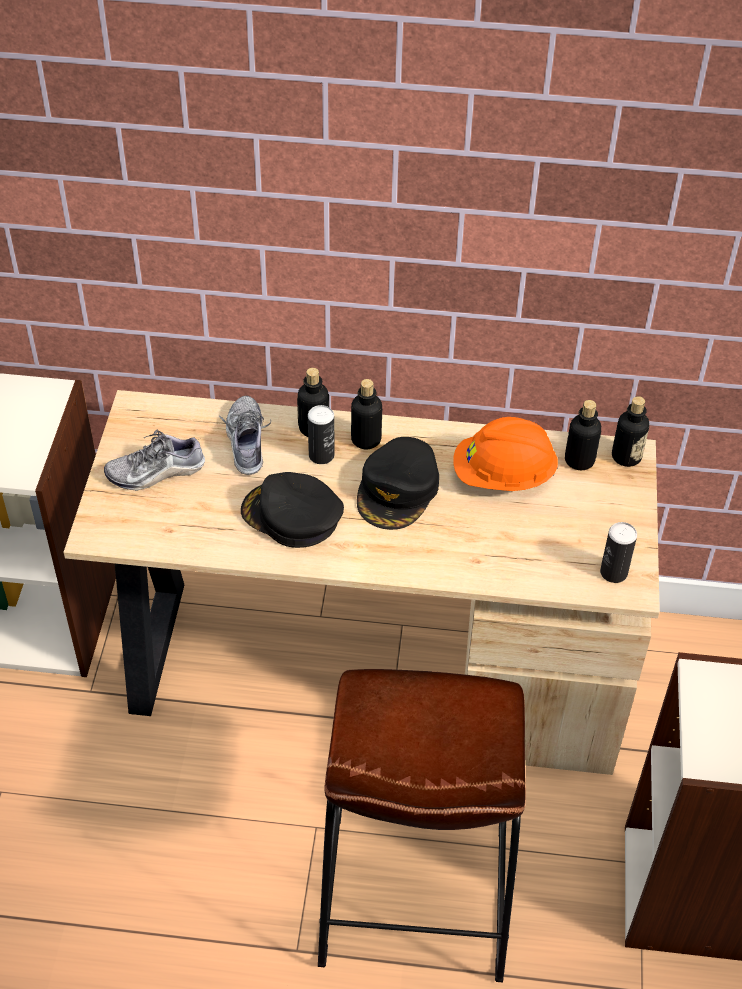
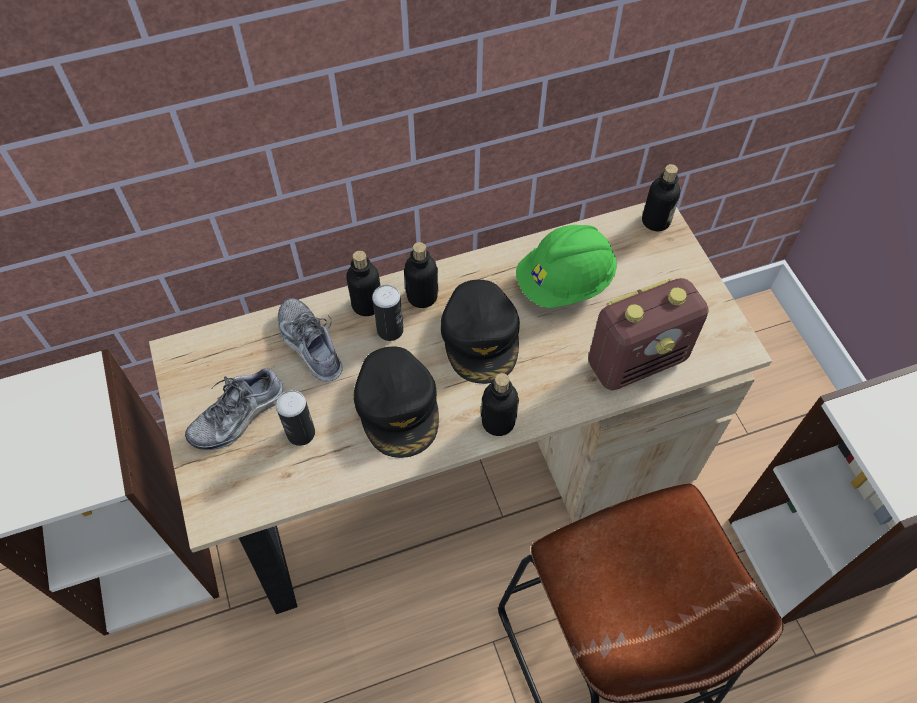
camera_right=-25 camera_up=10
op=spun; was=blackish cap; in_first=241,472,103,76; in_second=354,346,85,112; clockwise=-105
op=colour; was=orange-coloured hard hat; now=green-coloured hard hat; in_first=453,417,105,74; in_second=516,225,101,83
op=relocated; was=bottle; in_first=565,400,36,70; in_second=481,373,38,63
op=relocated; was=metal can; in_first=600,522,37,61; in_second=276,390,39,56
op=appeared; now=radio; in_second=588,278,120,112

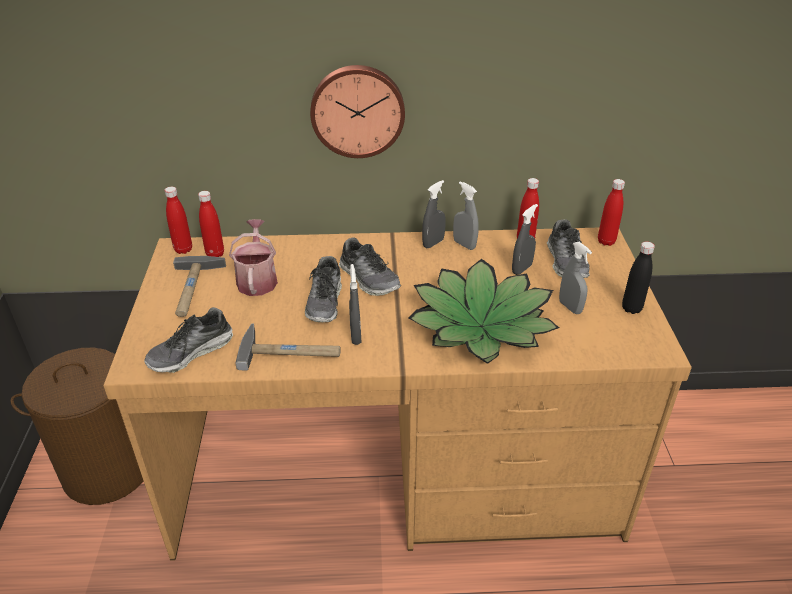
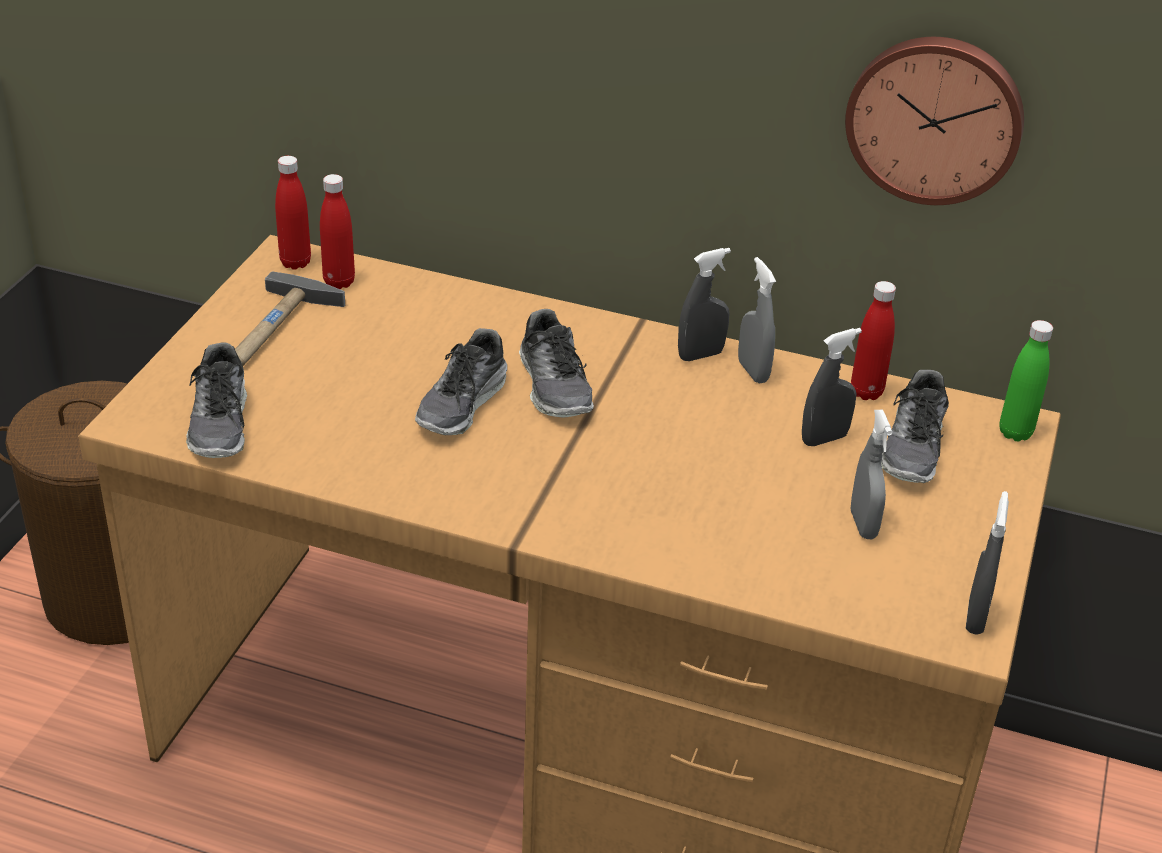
camera_right=20 camera_up=0
op=spun; was=shoe; in_first=144,307,89,66; in_second=186,343,61,115; clockwise=-75
op=missing; was=watering pot; in_first=229,219,49,77
op=missing; was=hand hammer; in_first=235,323,106,48
op=relocated; was=hanging clock; in_first=310,65,95,93; in_second=845,37,179,168
op=relocated; was=grey sprayer; in_first=349,264,12,81; in_second=966,491,43,144
op=missing; was=potted plant; in_first=408,259,151,105
op=colour; was=red bottle; now=green-coloured bottle; in_first=598,179,27,67; in_second=1000,320,53,121
op=missing; was=blackish bottle; in_first=622,241,33,73

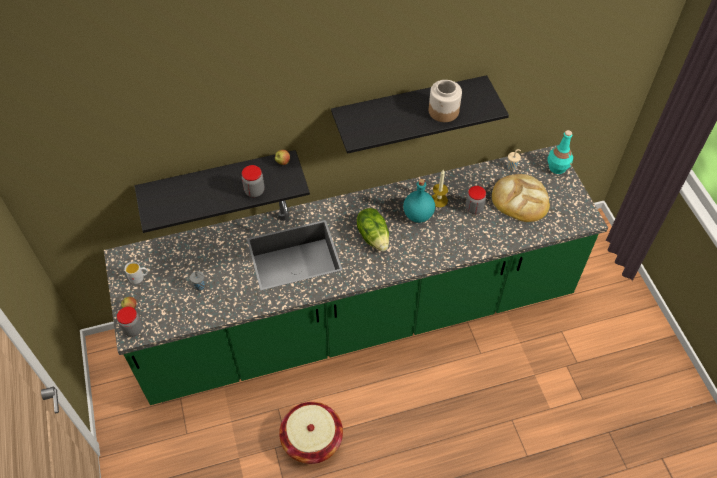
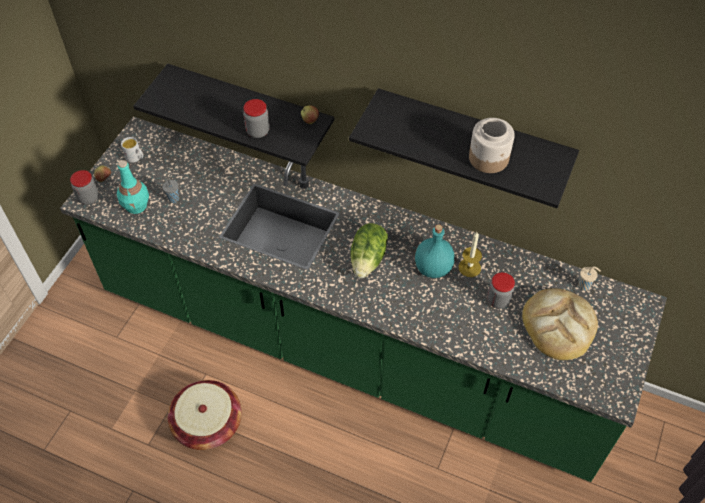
camera_right=40 camera_up=0
op=relocated; was=turquoise bottle; in_first=548,130,25,44; in_second=117,160,32,54

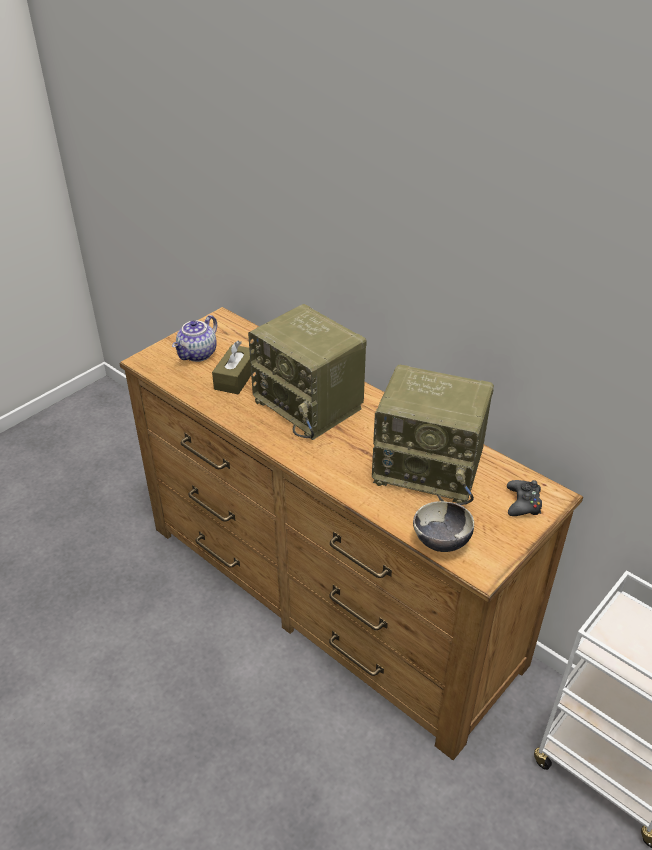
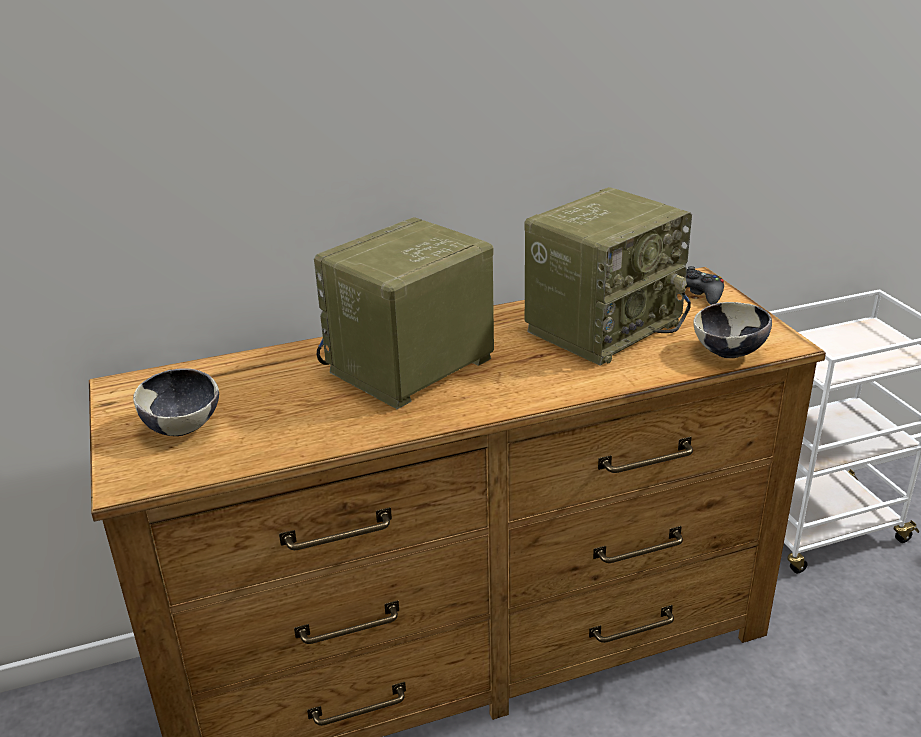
camera_right=-60 camera_up=-10
op=exchanged; was=pot for tea; now=deep dish; in_first=172,315,45,47; in_second=133,368,86,68
op=missing; was=brown-coloured box of tissues; in_first=212,341,42,54
op=spun; was=radio; in_first=248,304,119,136; in_second=314,217,180,192; clockwise=150

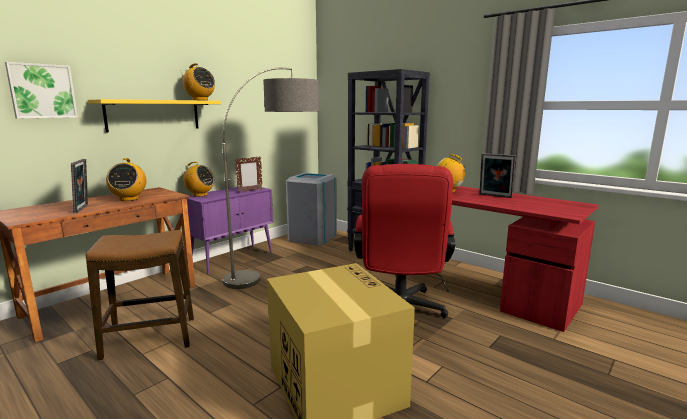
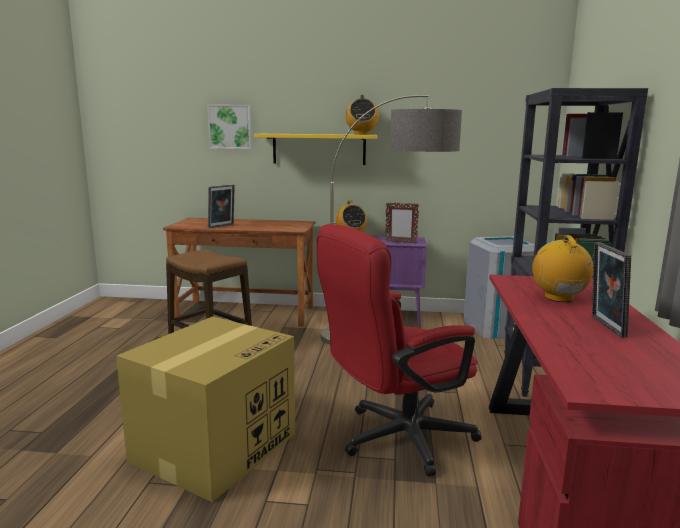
camera_right=55 camera_up=0
op=missing; was=radio; in_first=106,158,40,43

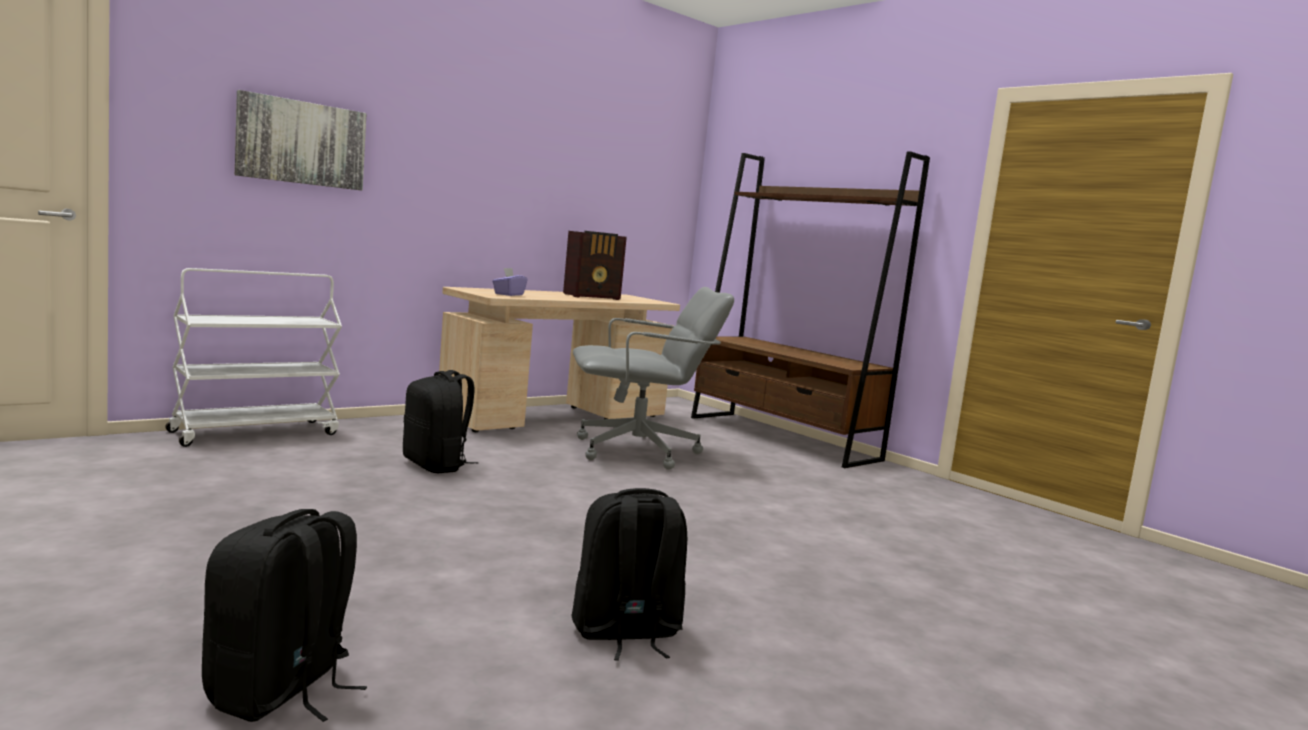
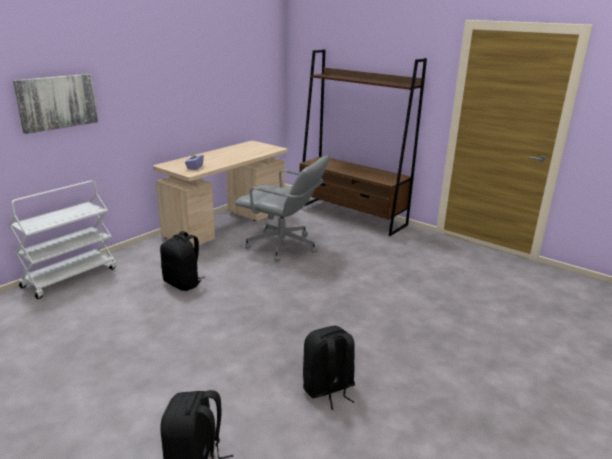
camera_right=-10 camera_up=15
op=missing; was=radio; in_first=563,231,64,69
op=spun; was=grey office chair; in_first=573,287,161,183; in_second=235,155,94,107; clockwise=45

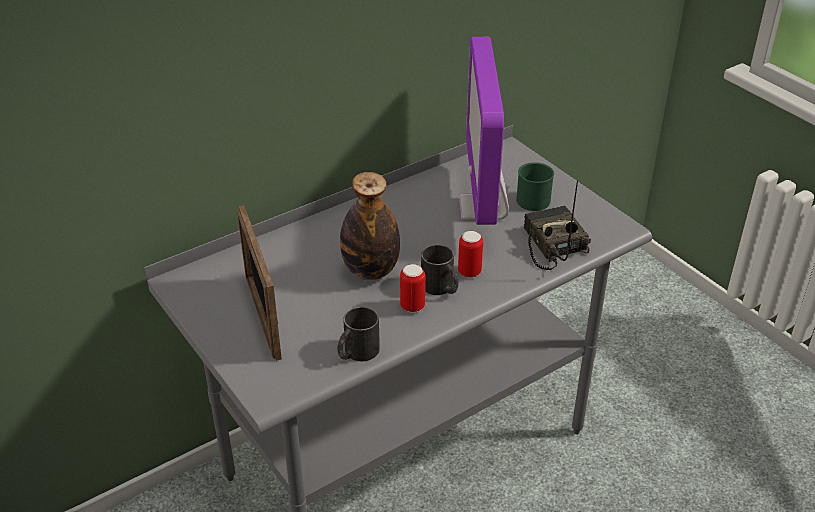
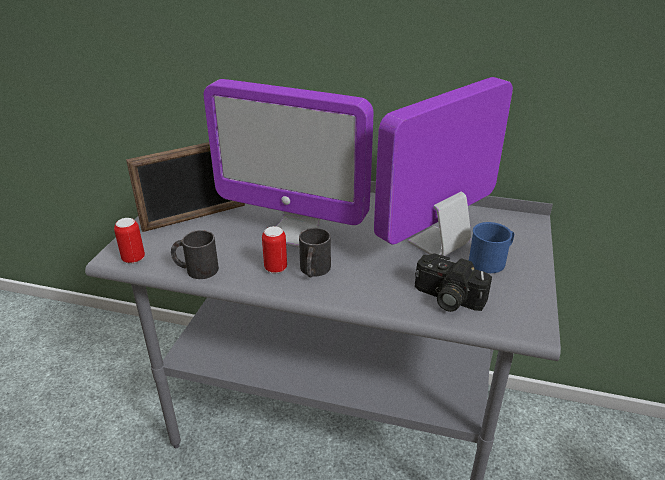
camera_right=50 camera_up=-5
op=spun; was=picture frame; in_first=237,205,45,156; in_second=126,142,119,90; clockwise=-150
op=exchanged; was=bottle; now=computer screen; in_first=340,172,60,108; in_second=204,79,169,169
op=relocated; was=metal can; in_first=458,231,25,47; in_second=114,218,31,46
op=colour; was=green-coloured tea mug; now=blue-coloured tea mug; in_first=516,162,38,49; in_second=469,222,45,51
op=exchanged; was=radio; now=photo camera; in_first=524,181,67,89; in_second=415,253,77,59

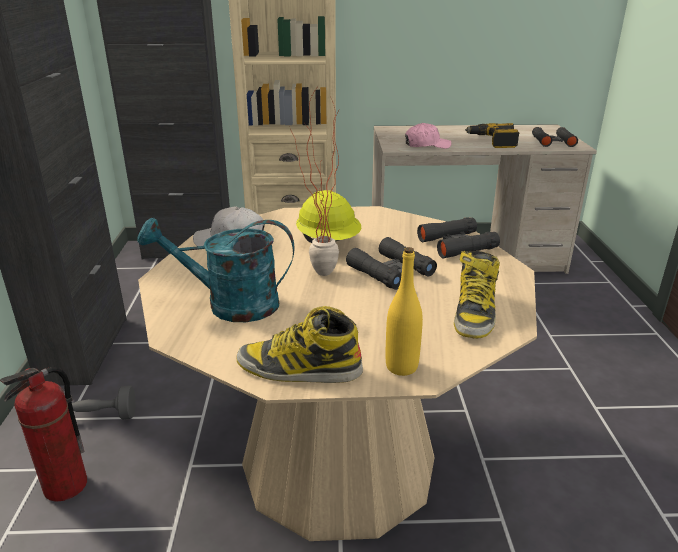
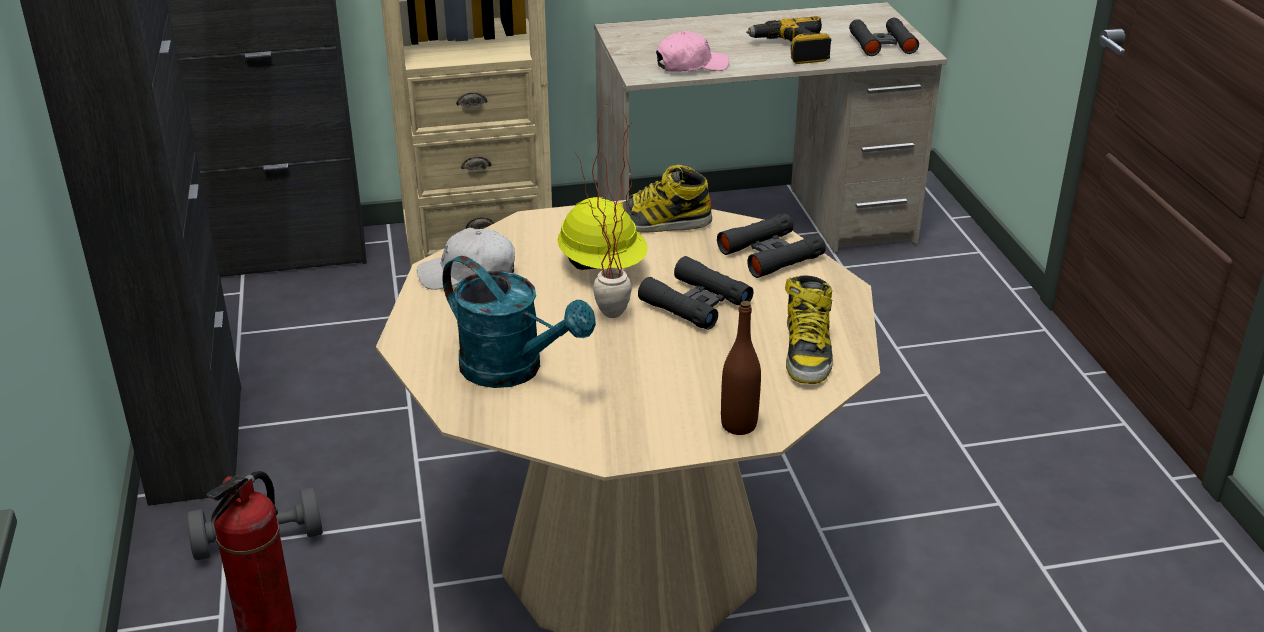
camera_right=-10 camera_up=5
op=spun; was=turquoise watering pot; in_first=137,217,158,105; in_second=442,256,154,132; clockwise=-135
op=relocated; was=tall boot; in_first=236,306,127,77; in_second=617,165,95,68
op=colour; was=yellowish bottle; now=brown-coloured bottle; in_first=386,247,37,129; in_second=721,301,40,134

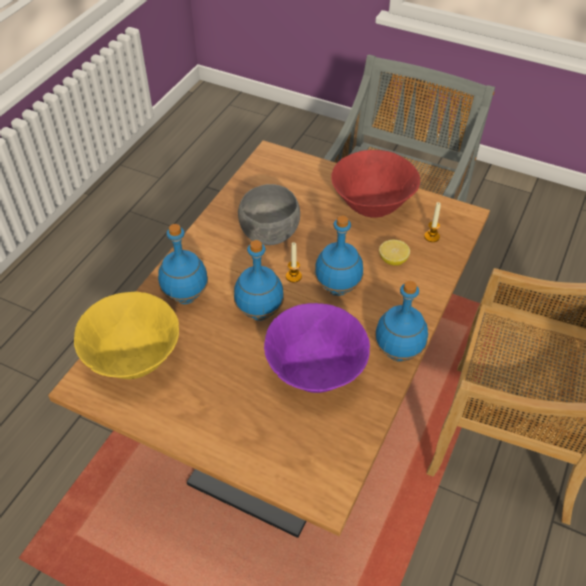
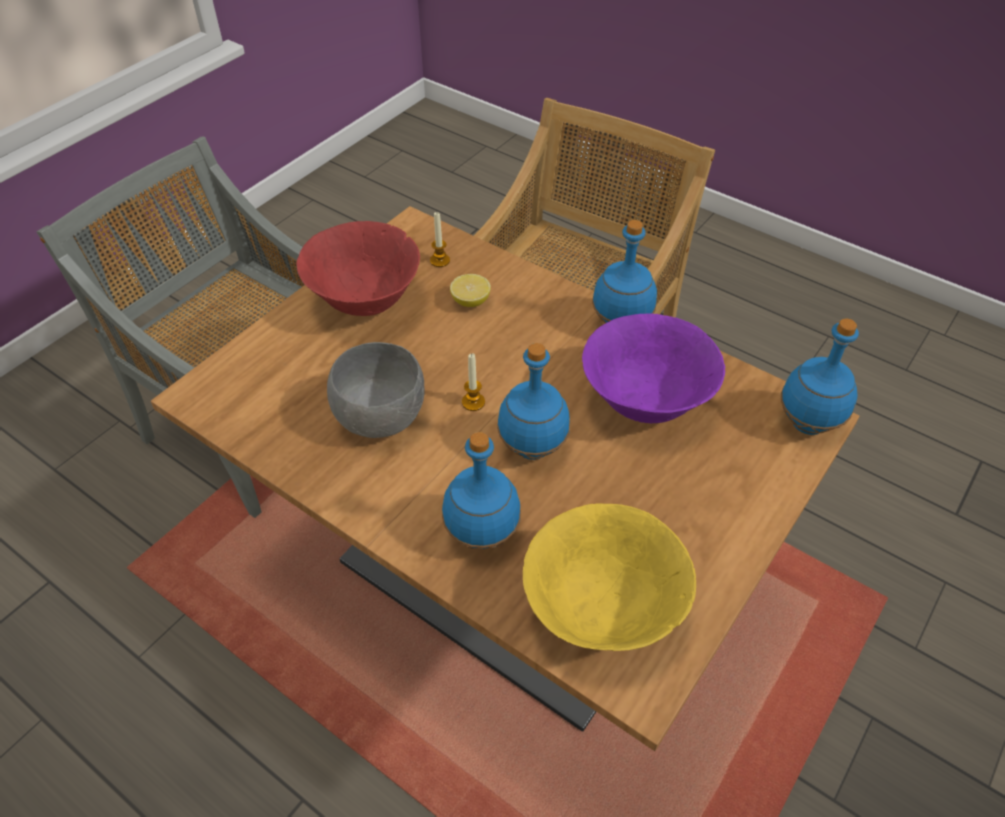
camera_right=-80 camera_up=0
op=relocated; was=blue-coloured bottle; in_first=315,216,48,80; in_second=781,318,78,117

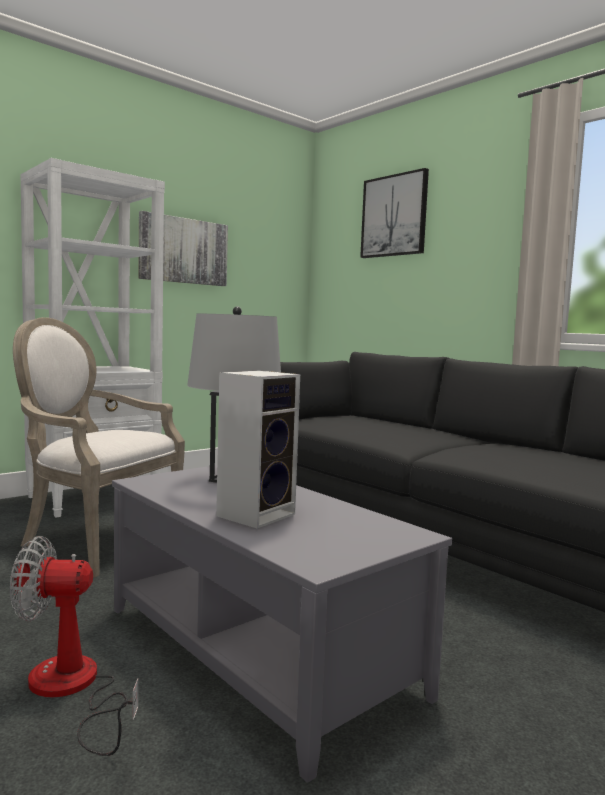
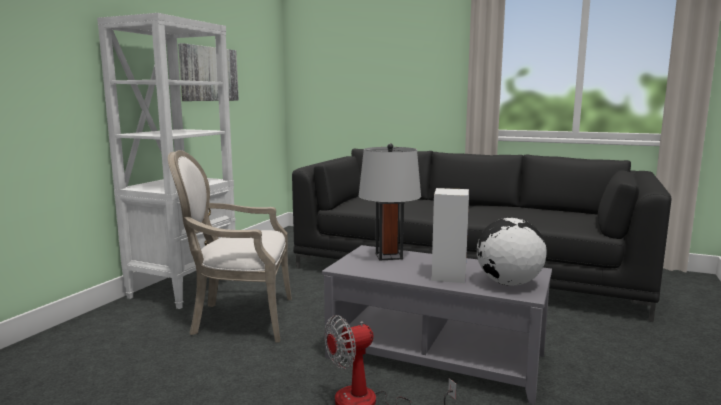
camera_right=-25 camera_up=5
op=missing; was=wall picture; in_first=360,168,69,90
op=appeared; now=desk globe; in_second=477,218,70,68

